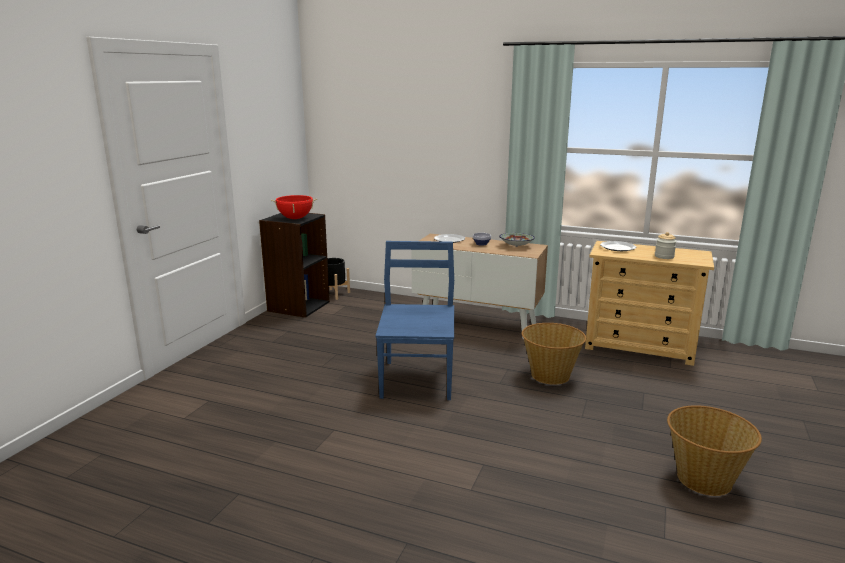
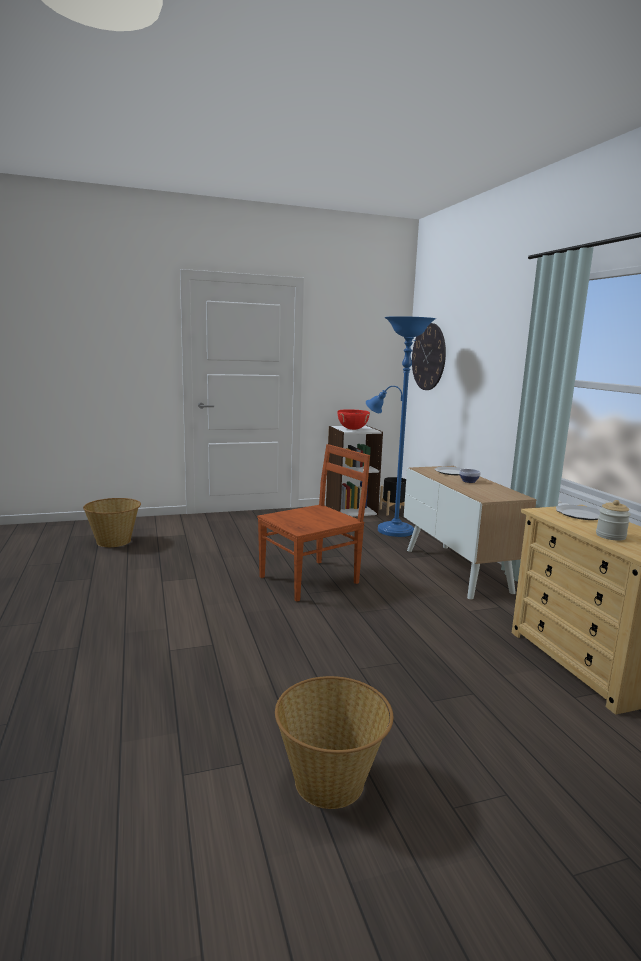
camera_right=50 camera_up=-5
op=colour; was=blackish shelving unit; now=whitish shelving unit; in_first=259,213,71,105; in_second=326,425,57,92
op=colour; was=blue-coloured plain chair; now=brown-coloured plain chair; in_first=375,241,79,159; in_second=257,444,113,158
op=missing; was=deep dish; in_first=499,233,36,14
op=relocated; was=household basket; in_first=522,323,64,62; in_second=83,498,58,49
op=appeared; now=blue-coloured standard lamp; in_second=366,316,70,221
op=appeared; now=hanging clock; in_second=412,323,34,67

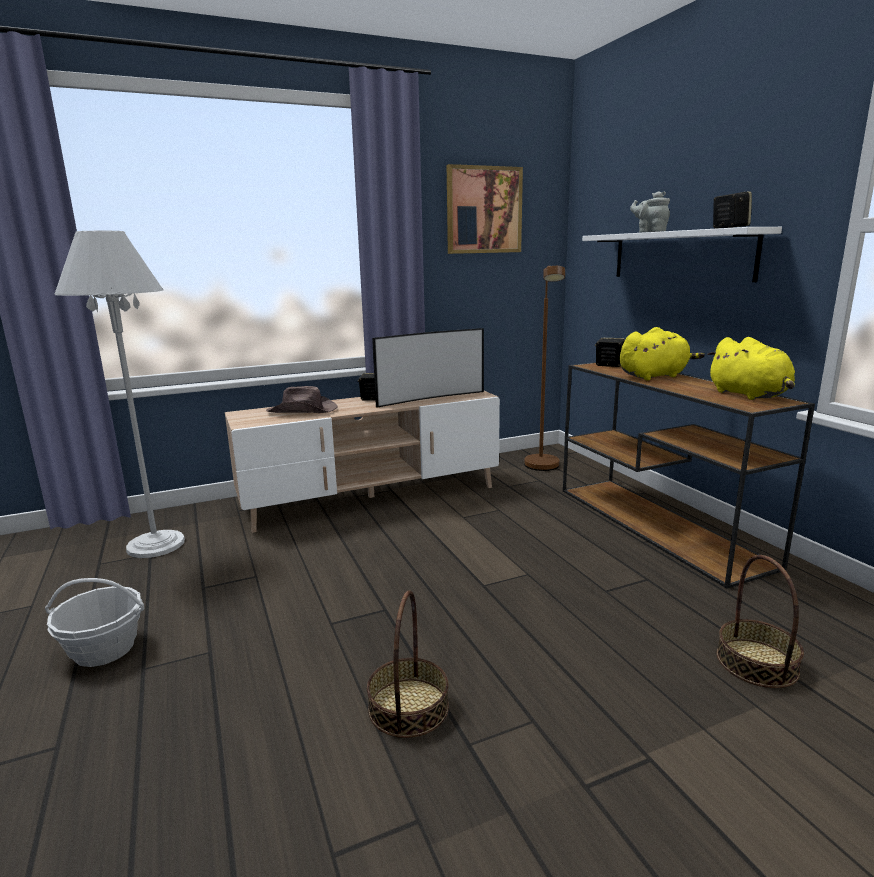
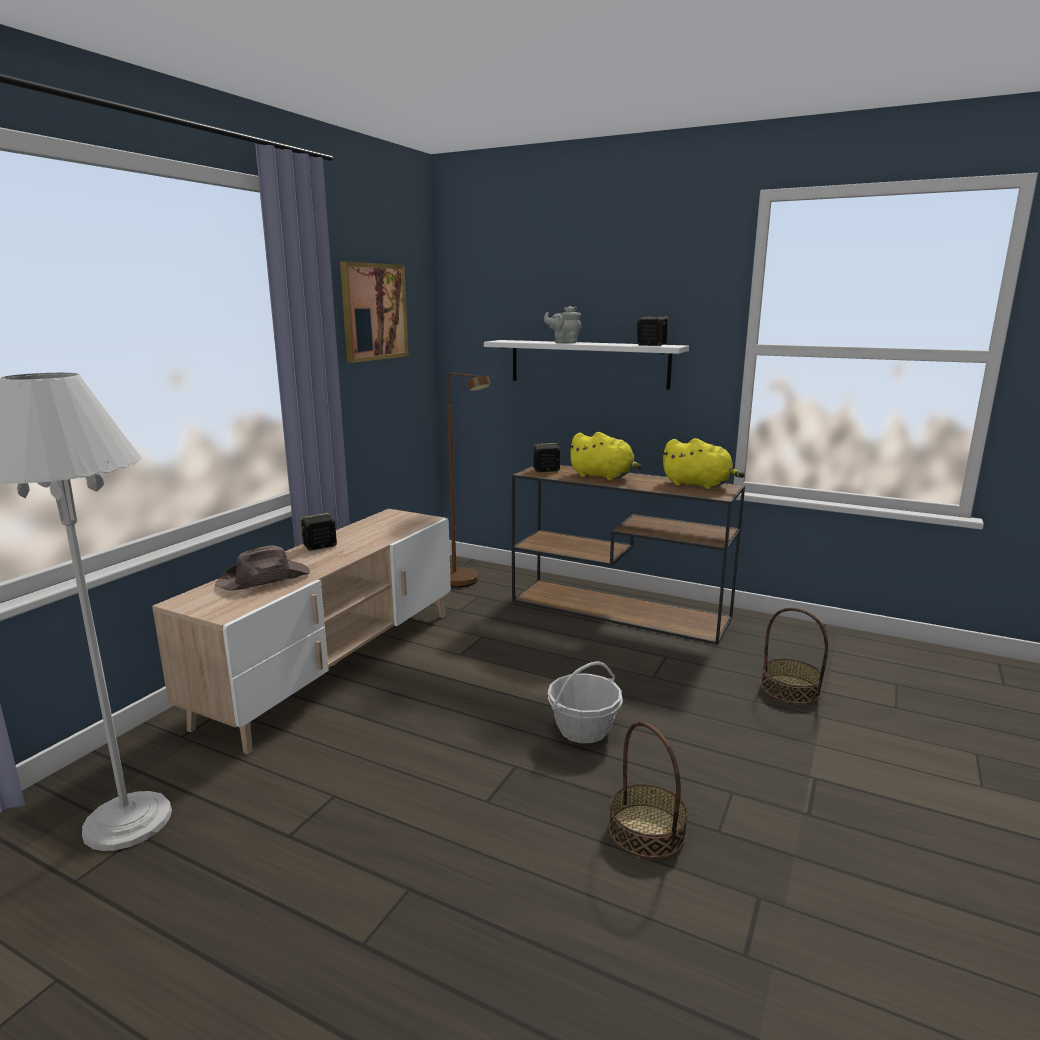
camera_right=-40 camera_up=0
op=relocated; was=household basket; in_first=45,578,99,89; in_second=548,662,75,81
op=missing; was=TV set; in_first=372,328,112,80
op=spun; was=yellowish cuddly toy; in_first=620,327,85,53; in_second=568,432,74,48; clockwise=90

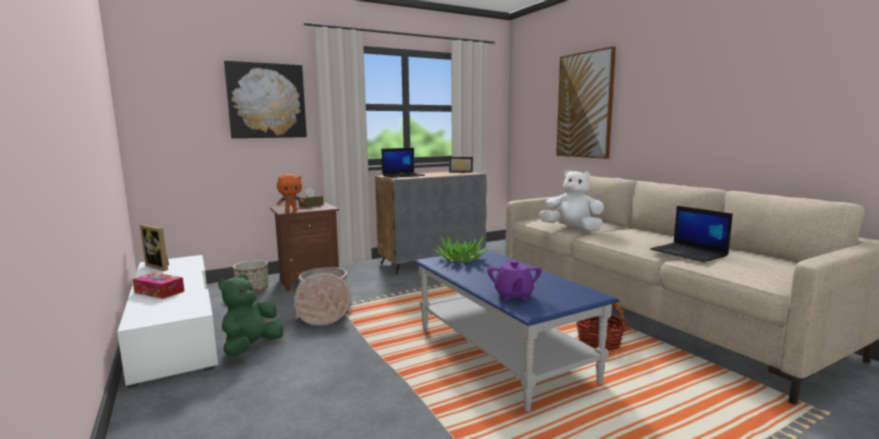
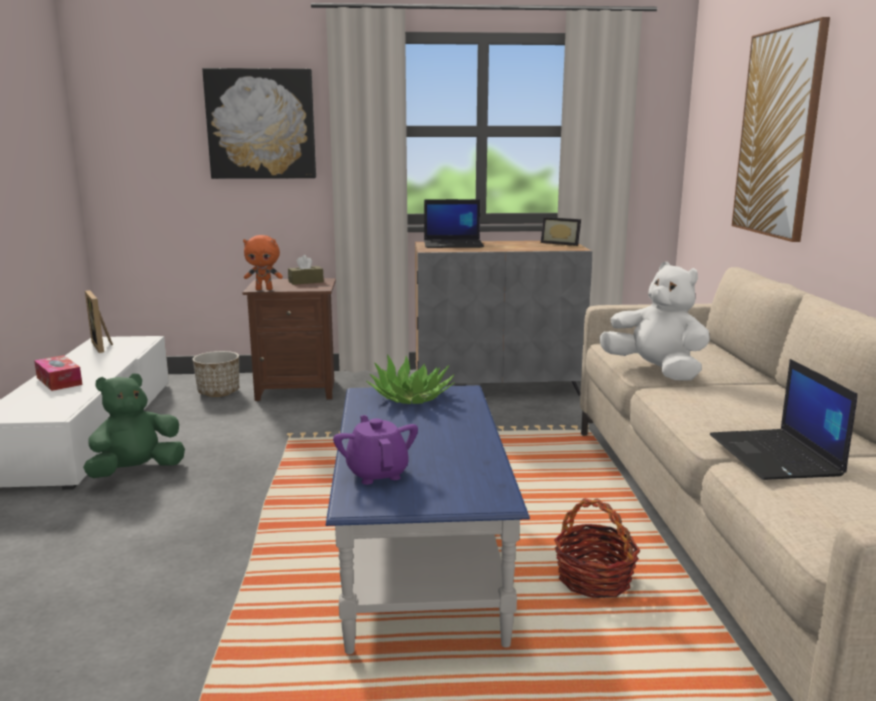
camera_right=25 camera_up=5
op=missing; was=household basket; in_first=294,267,58,59
op=spun; was=purplish pot for tea; in_first=487,260,55,40; in_second=333,415,85,70; clockwise=135

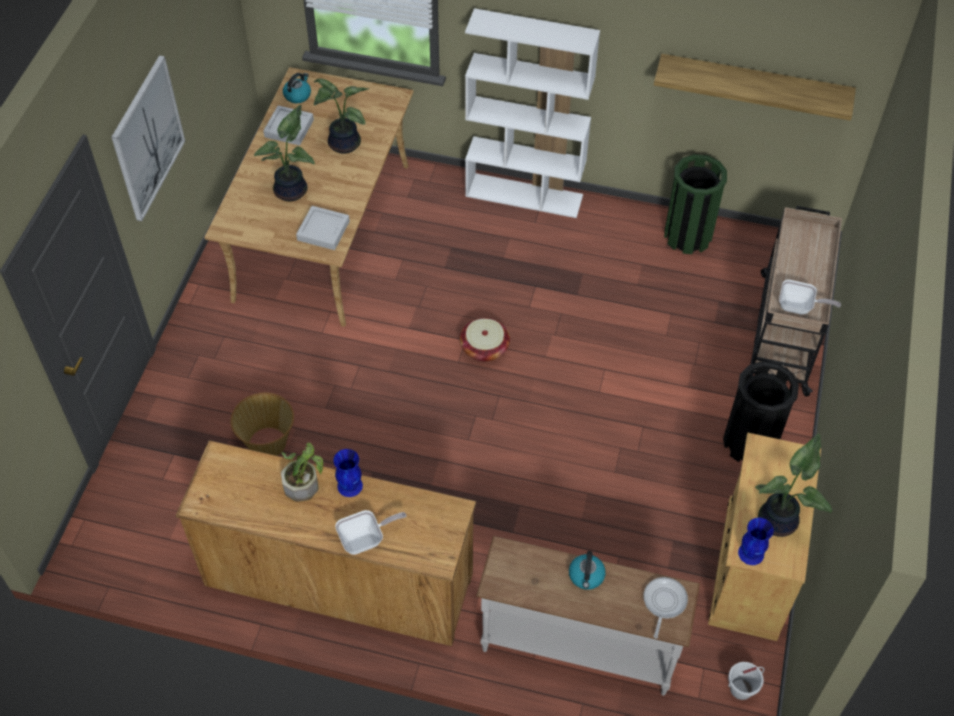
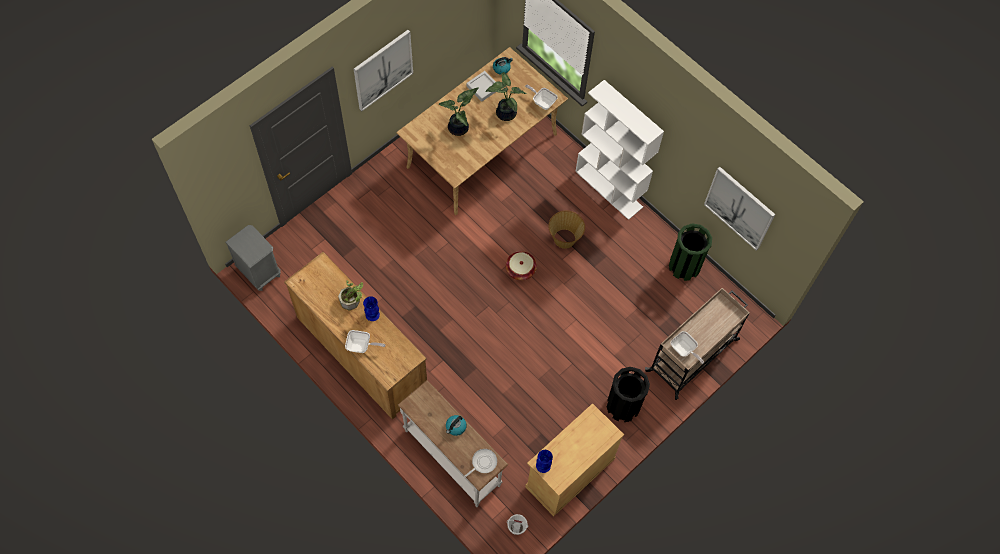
camera_right=30 camera_up=10
op=relocated; was=household basket; in_first=231,393,63,63; in_second=549,211,36,38
op=missing; was=grey tray; in_first=296,206,54,44
op=exchanged; was=wall shelf; now=wall picture; in_first=654,54,202,67; in_second=704,167,71,84
op=missing; was=potted plant; in_first=755,434,77,103
op=appeared; now=grey nightstand; in_second=226,225,55,66
op=appeared; now=skillet; in_second=525,85,33,25

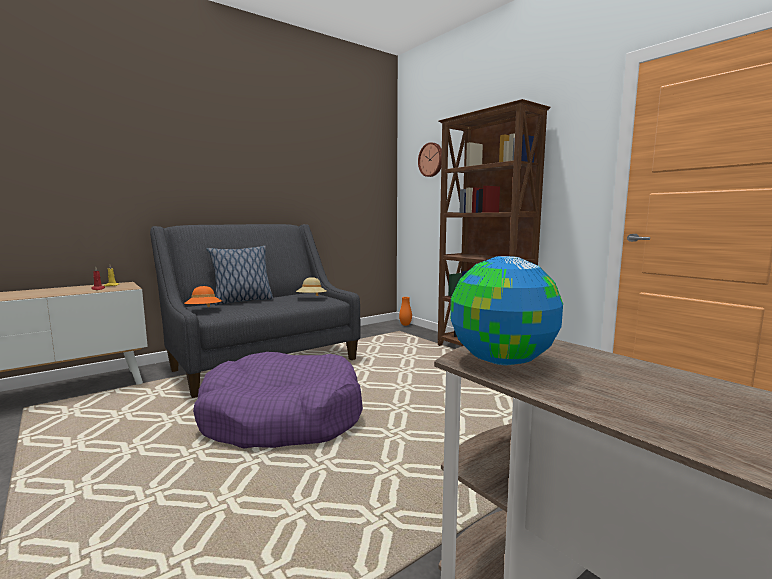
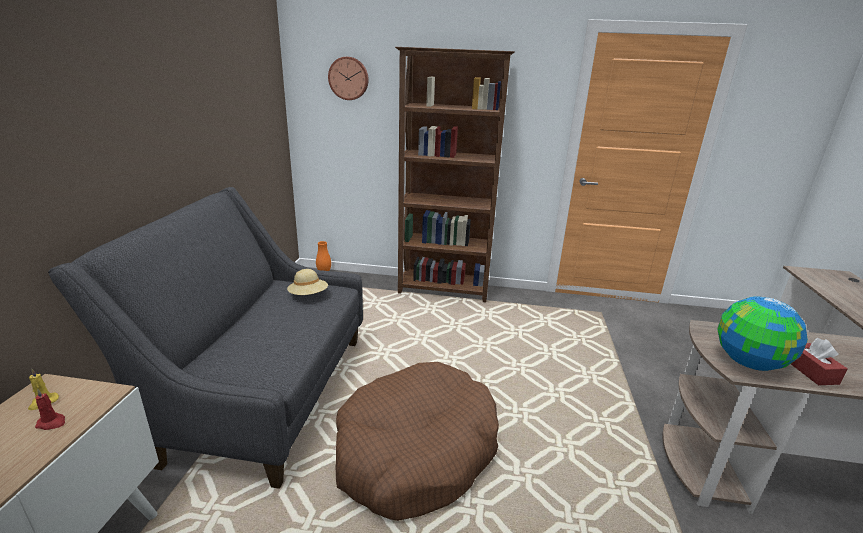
camera_right=-45 camera_up=15
op=missing; was=orange-coloured hat; in_first=184,286,38,21
op=colour; was=purplish dog bed; now=brown-coloured dog bed; in_first=193,352,170,96; in_second=336,362,163,159
op=missing; was=pillow; in_first=206,246,68,60
op=appeared; now=red box of tissues; in_second=791,338,57,47

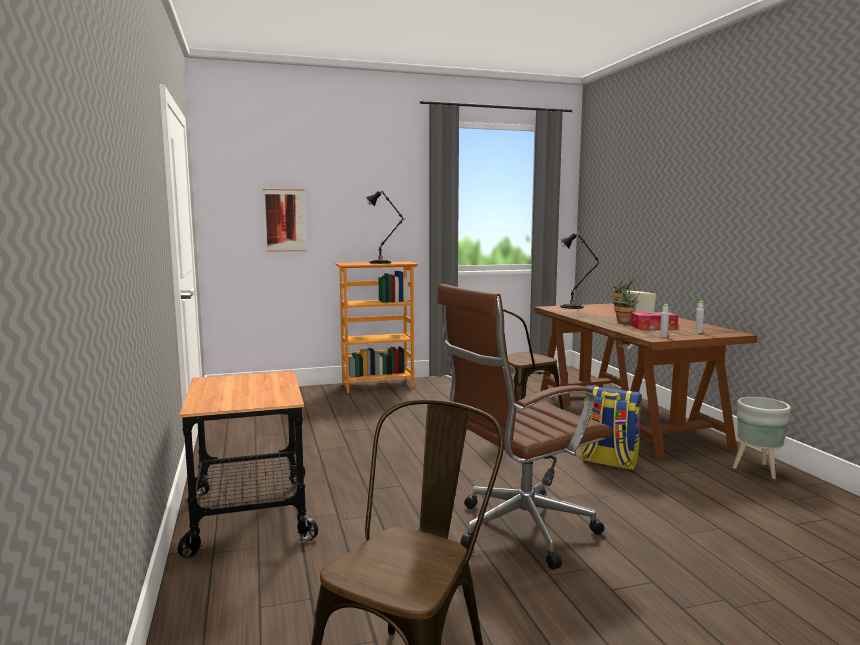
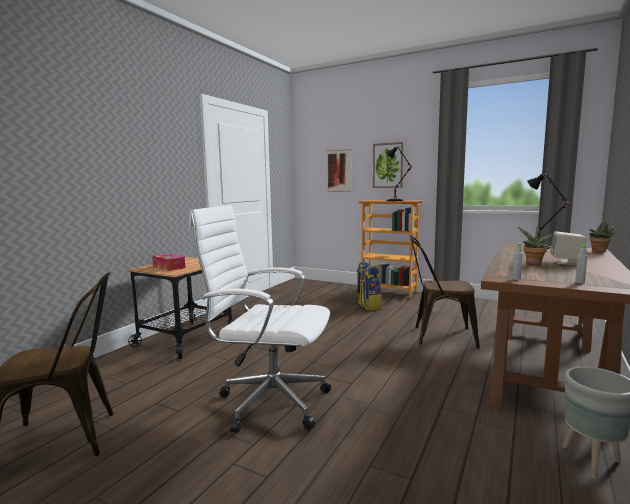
camera_right=45 camera_up=0
op=colour; was=brown-coloured office chair; now=whitish office chair; in_first=437,284,176,286; in_second=189,205,142,228
op=relocated; was=backpack; in_first=580,386,62,84; in_second=354,262,28,49
op=relocated; was=box of tissues; in_first=630,312,48,17; in_second=152,253,33,18
op=appeared; now=wall picture; in_second=373,142,31,46

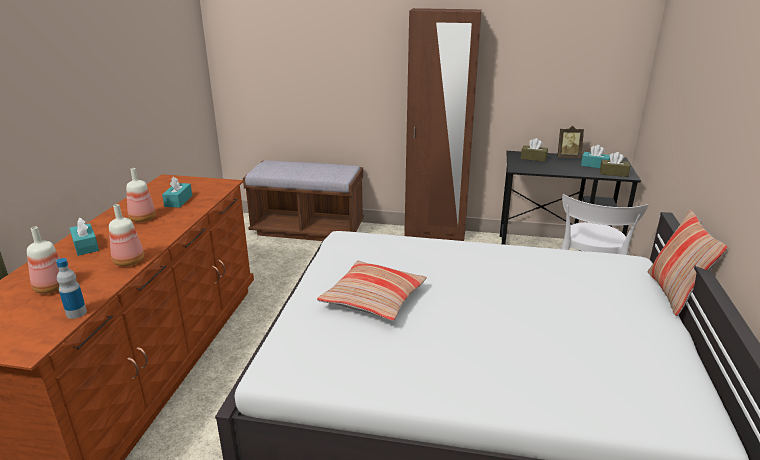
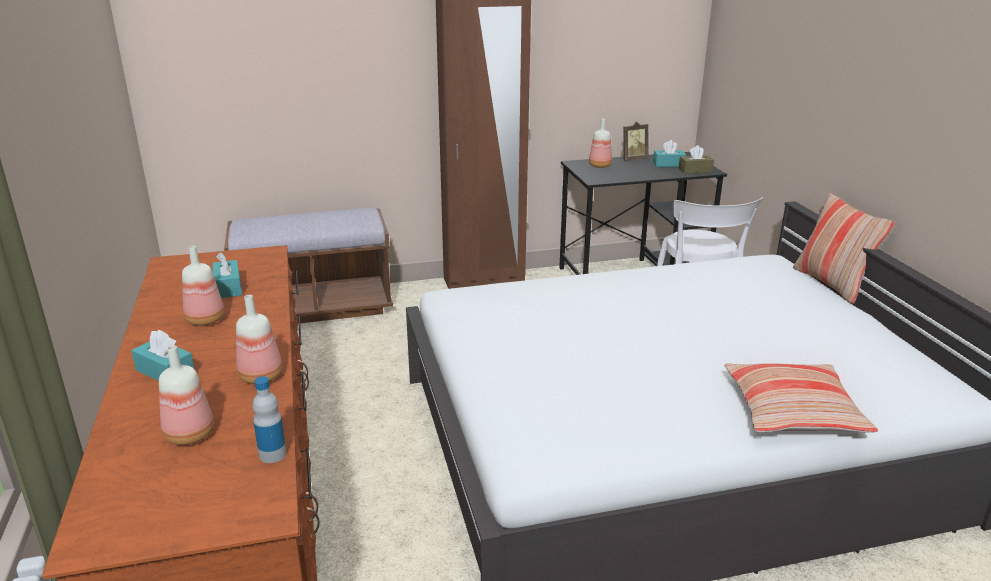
camera_right=-25 camera_up=0
op=relocated; was=pillow; in_first=317,261,110,60; in_second=724,363,154,70
op=exchanged; was=brown-coloured box of tissues; now=bottle; in_first=521,138,27,24; in_second=589,119,23,49

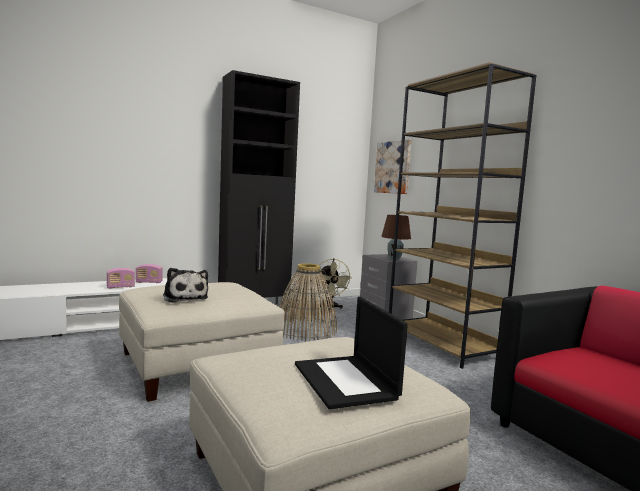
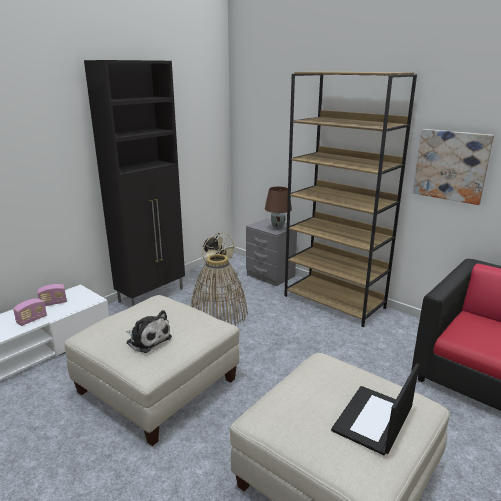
camera_right=-20 camera_up=15
op=spun; was=portable computer; in_first=295,297,113,112; in_second=331,363,88,92; clockwise=75
op=relocated; was=wall picture; in_first=374,139,38,55; in_second=413,129,81,76

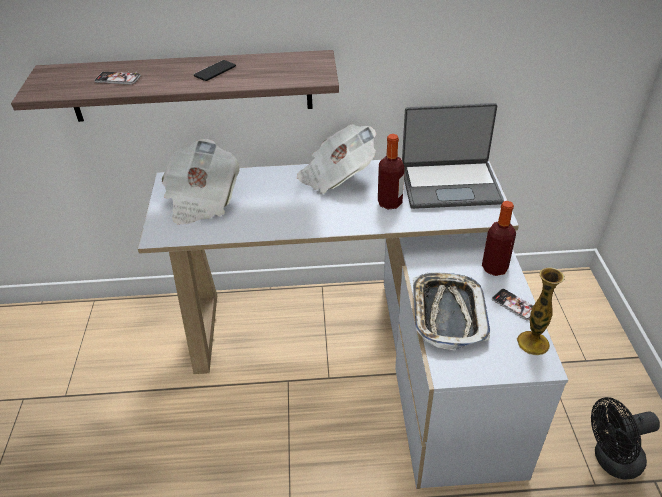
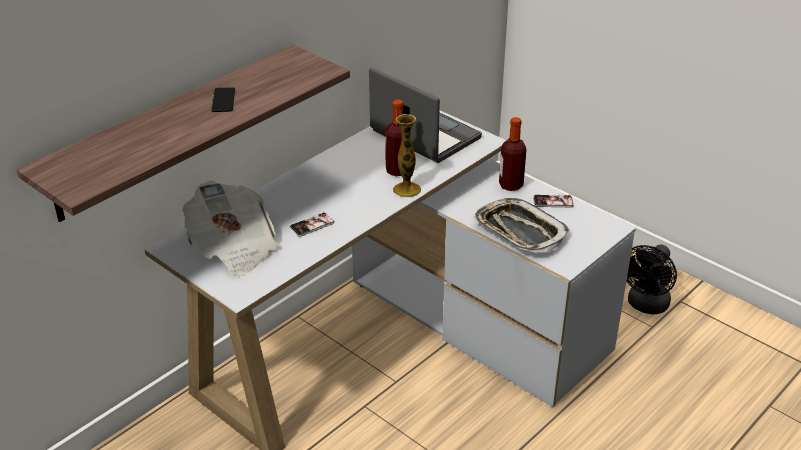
camera_right=-45 camera_up=-5
op=relocated; was=telephone; in_first=94,71,47,14; in_second=290,212,45,25
op=missing; was=printed paper; in_first=297,124,80,70
op=spun; was=portable computer; in_first=402,103,102,106; in_second=369,67,113,96; clockwise=-90
op=relocated; was=flower vase; in_first=516,267,49,88; in_second=393,114,28,83

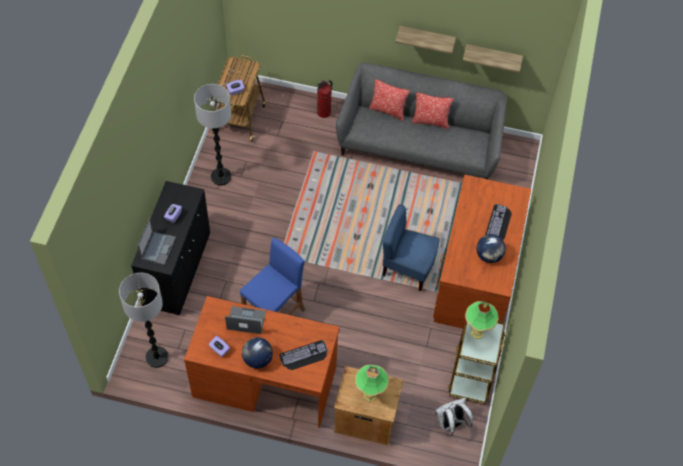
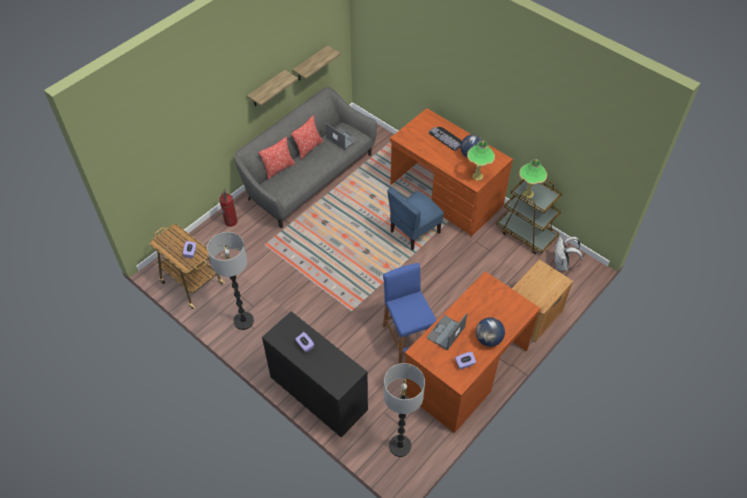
camera_right=-60 camera_up=-5
op=relocated; was=portable computer; in_first=137,218,39,47; in_second=325,123,33,27
op=missing; was=computer keyboard; in_first=279,340,49,30
op=relocated; was=table lamp; in_first=355,365,34,37; in_second=467,140,28,41

